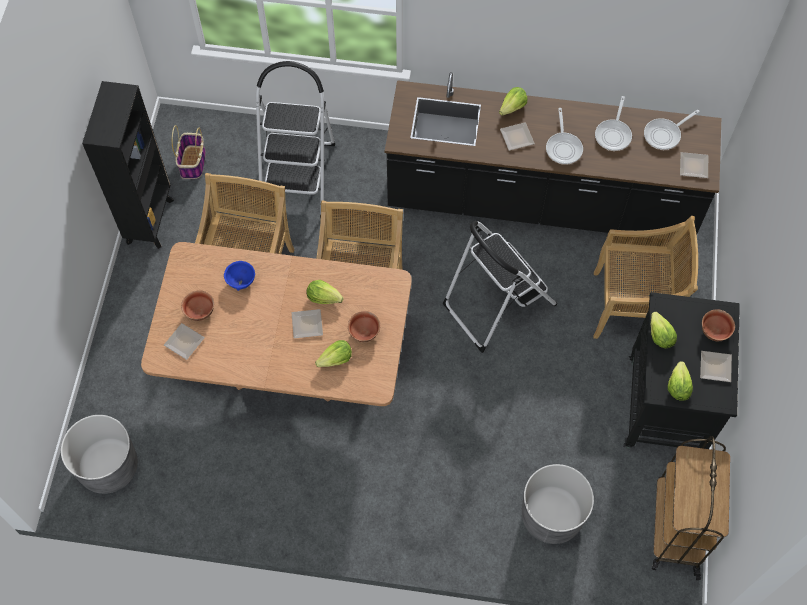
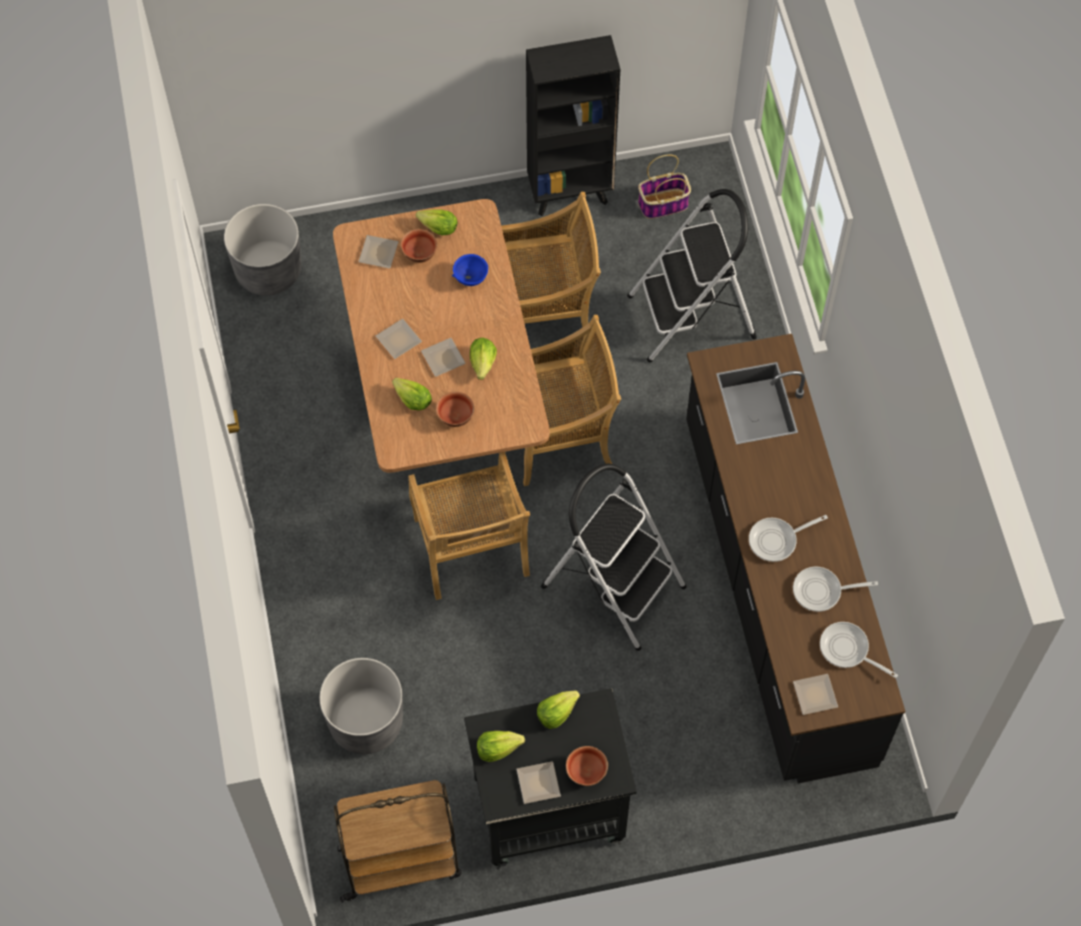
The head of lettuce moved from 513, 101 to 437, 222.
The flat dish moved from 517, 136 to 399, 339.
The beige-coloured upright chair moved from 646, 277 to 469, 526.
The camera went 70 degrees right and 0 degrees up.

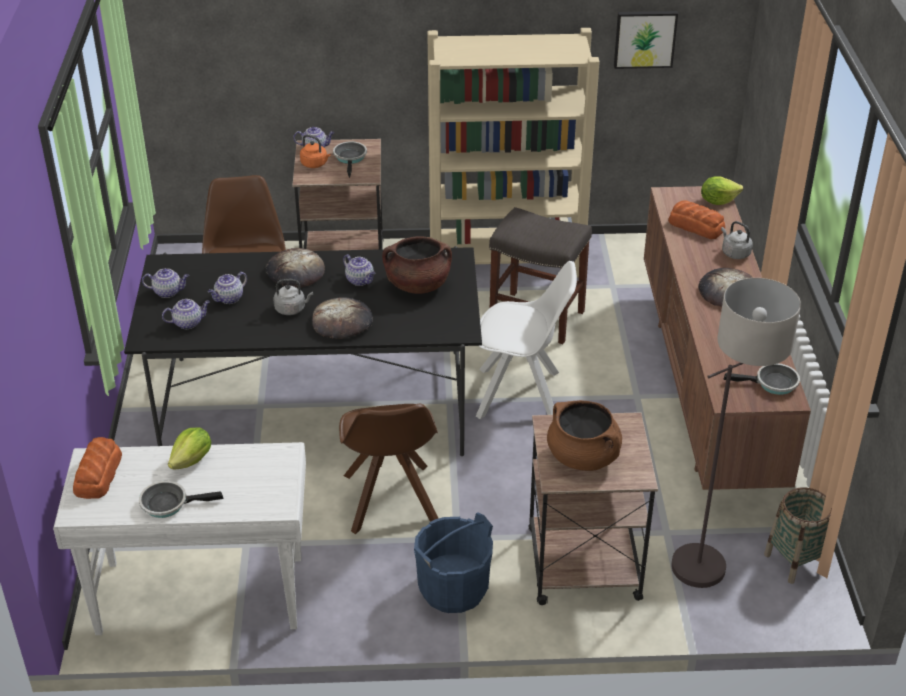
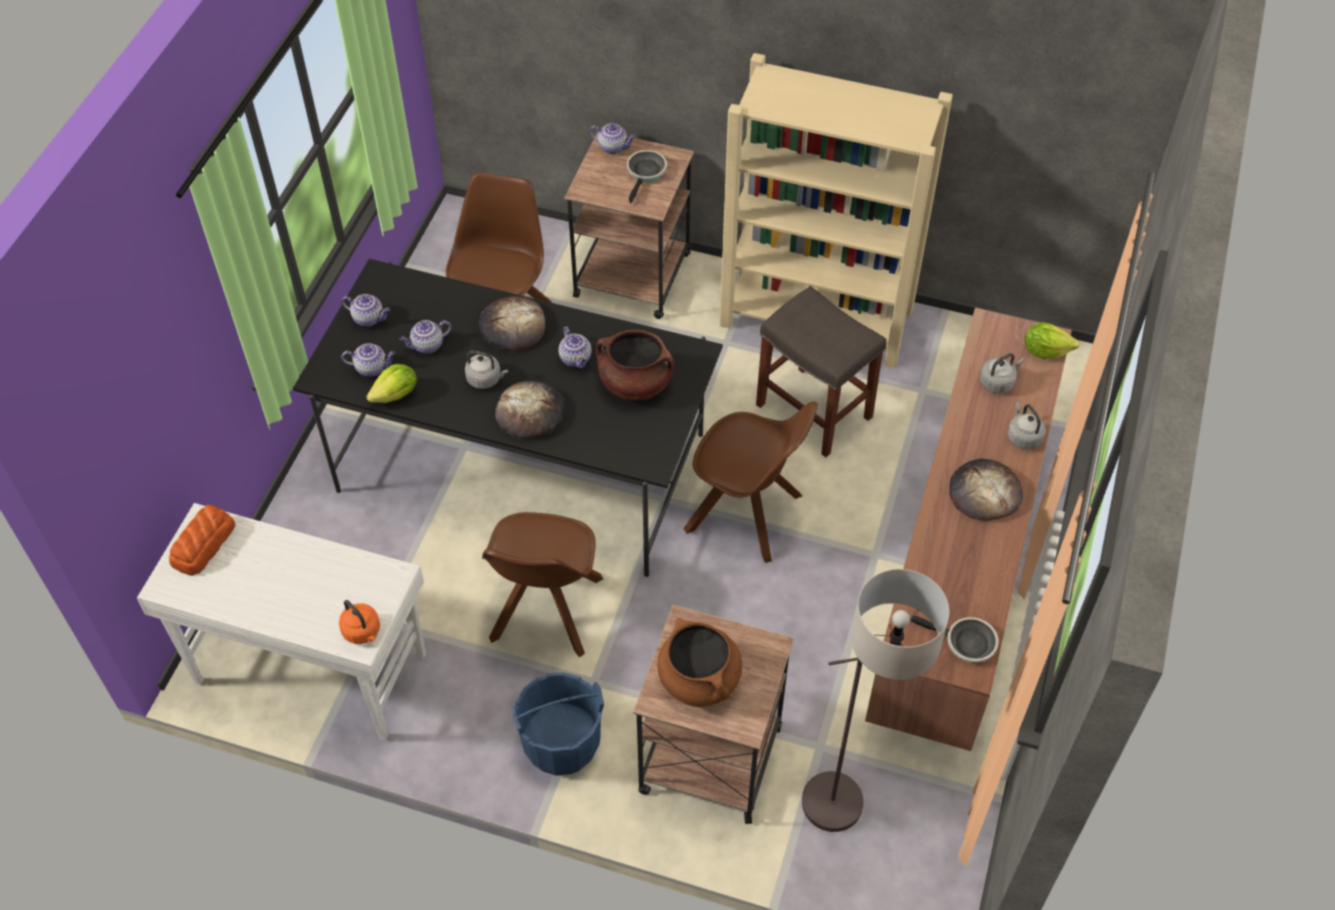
The pan at 181, 499 disappeared.
The head of lettuce moved from 189, 448 to 391, 383.
The orange kettle moved from 315, 151 to 359, 622.
The whitish upright chair at 526, 340 became the brown-coloured upright chair at 750, 482.
The picture at 646, 40 disappeared.
The bread at 696, 219 was replaced by the grey kettle at 1002, 373.
The household basket at 798, 535 disappeared.
The camera went 20 degrees right and 15 degrees up.

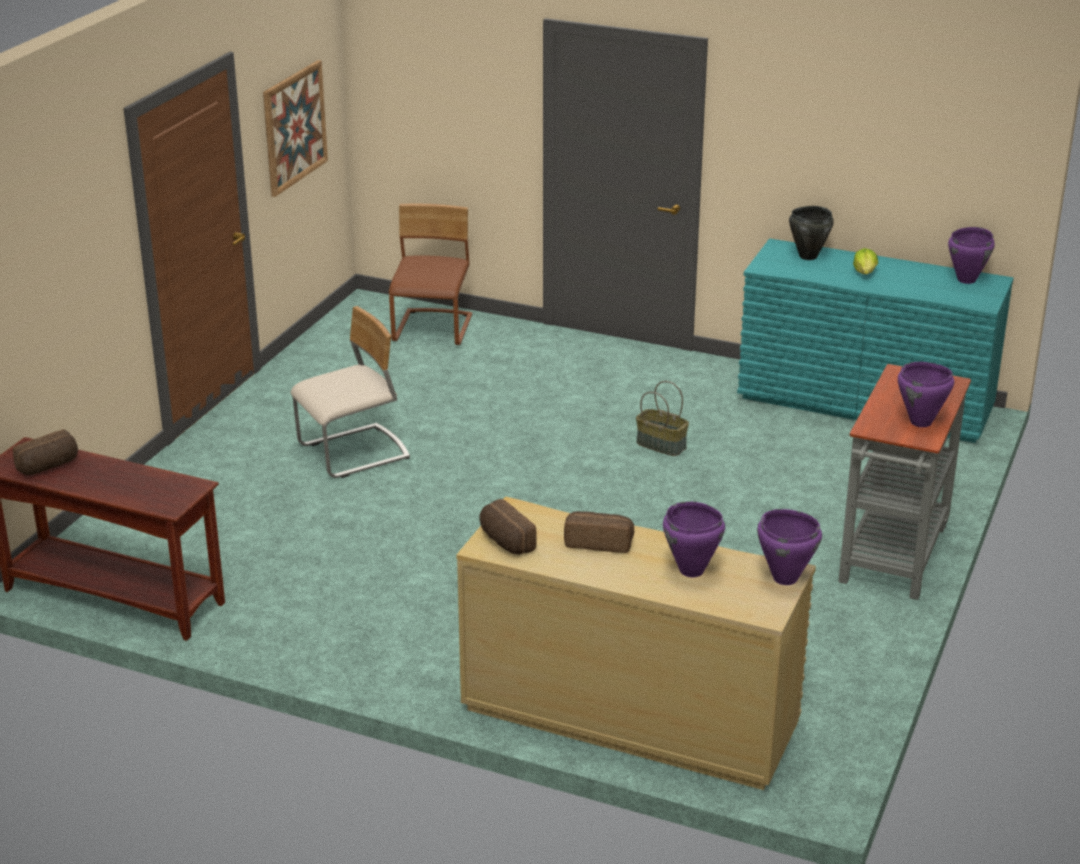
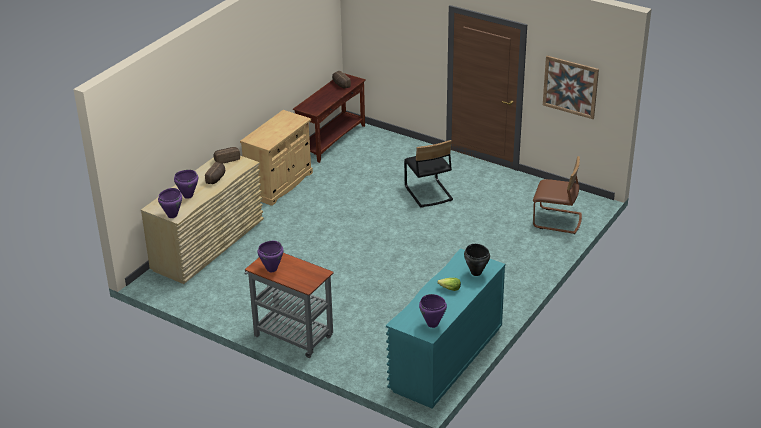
The beige-coloured upright chair at 350, 392 became the blackish upright chair at 428, 174.
The household basket at 662, 418 disappeared.
The beige-coloured cupboard at 276, 158 appeared.
The camera went 100 degrees right and 5 degrees up.

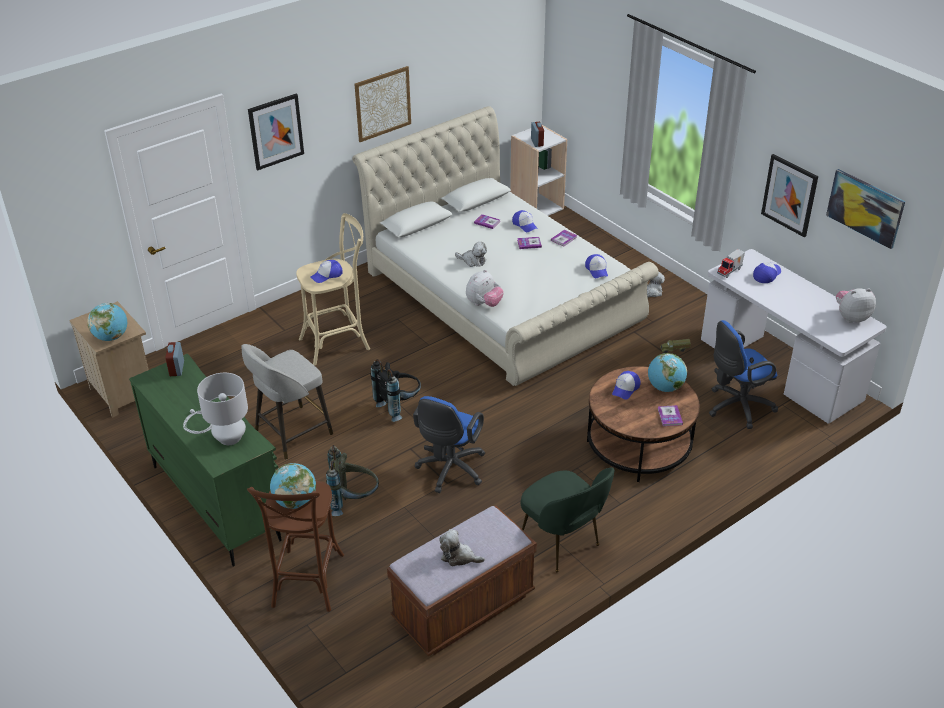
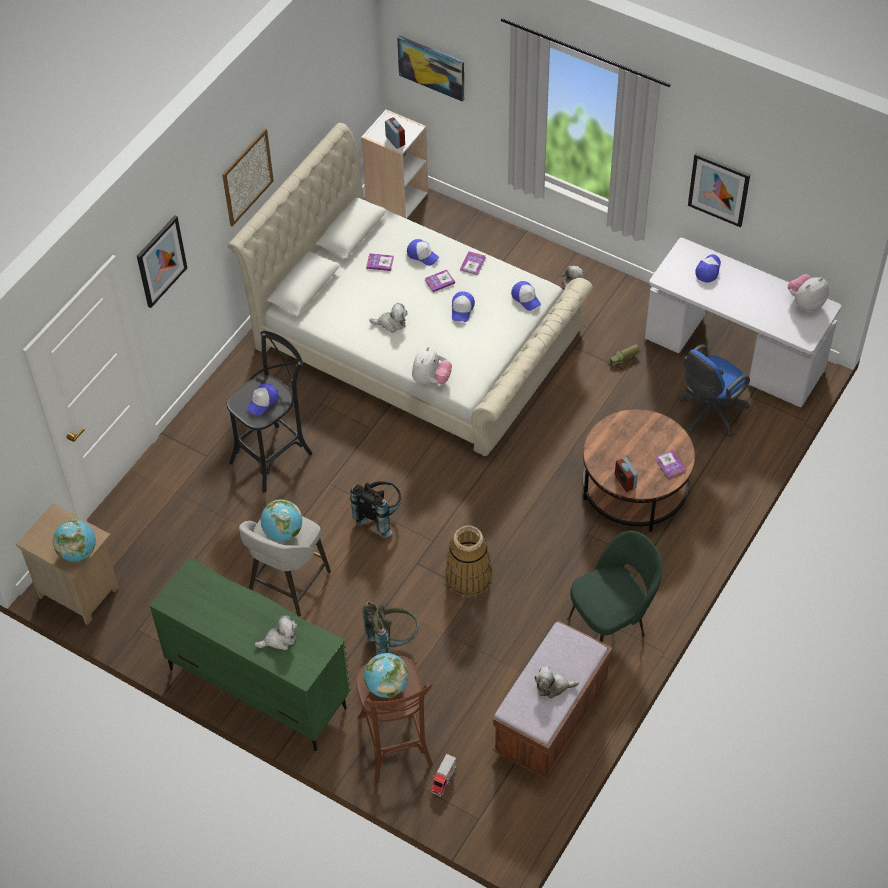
The bedside clock moved from 174, 359 to 626, 474.
The whitish lamp for a table at 215, 409 was replaced by the cuddly toy at 275, 633.
The beige-coloured stool seat at 333, 289 became the blackish stool seat at 270, 412.
The blue office chair at 449, 444 was replaced by the household basket at 468, 561.
The greenish upright chair at 567, 519 turned 60 degrees counterclockwise.
The baseball cap moved from 626, 385 to 463, 306.
The globe moved from 667, 372 to 281, 520.
The toy lorry moved from 731, 263 to 443, 775.
The picture moved from 865, 209 to 430, 69.
The camera went 20 degrees left and 15 degrees up.

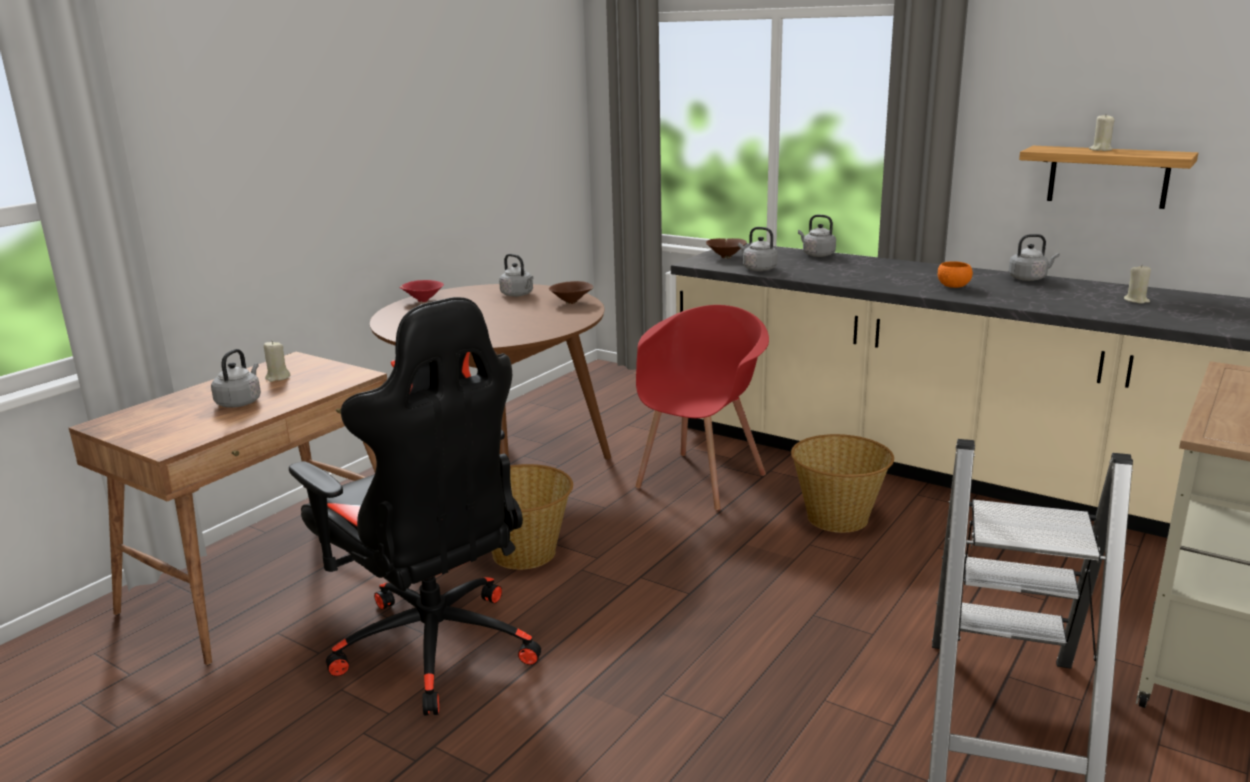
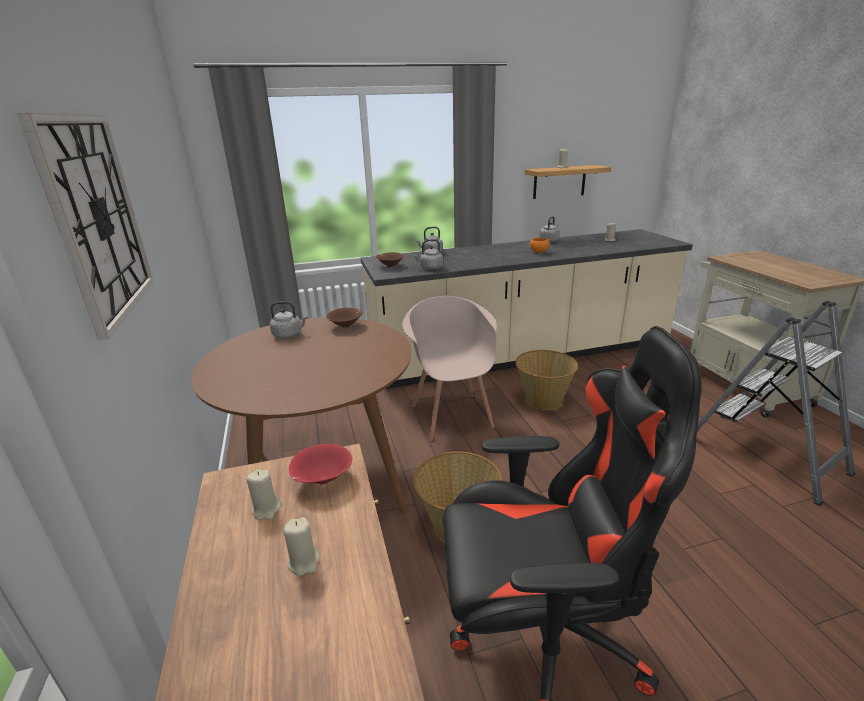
The grey kettle at 236, 378 was replaced by the beige-coloured wax light at 301, 546.
The reddish serving bowl moved from 421, 291 to 320, 464.
The reddish upright chair at 702, 407 became the beige-coloured upright chair at 449, 368.
The wall clock at 85, 226 appeared.
The camera went 50 degrees left and 5 degrees up.

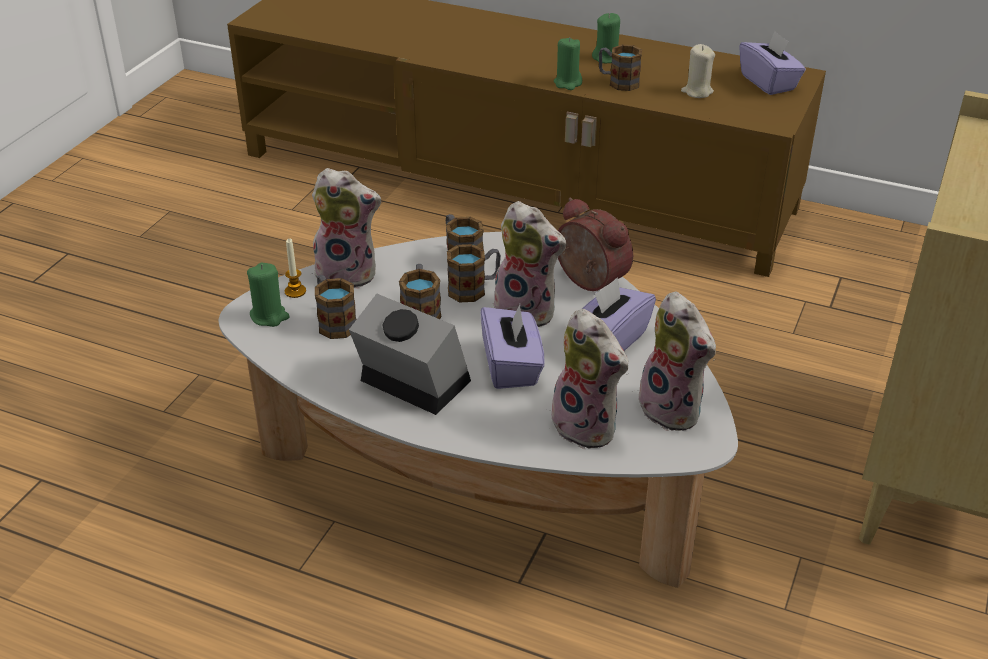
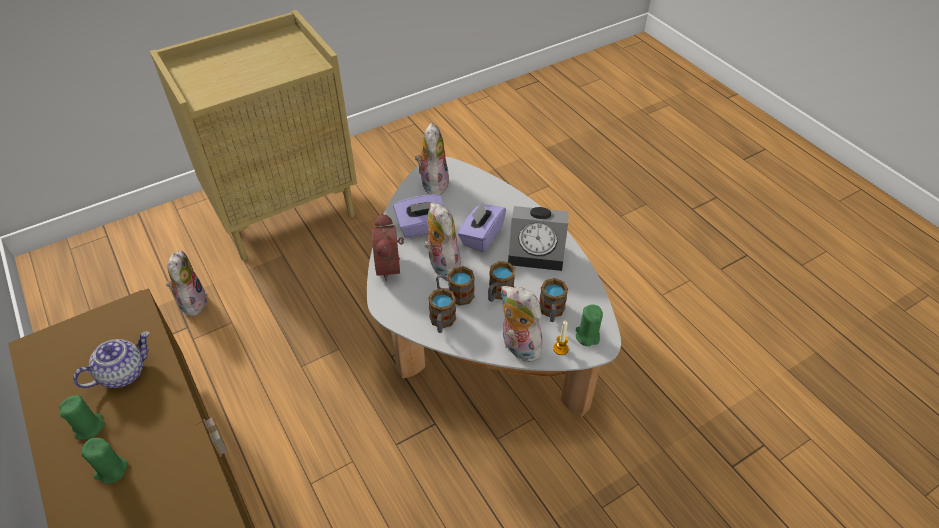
The bedside clock at 410, 354 turned 60 degrees counterclockwise.
The cuddly toy moved from 590, 379 to 187, 283.
The greenish wax light moved from 568, 63 to 82, 417.
The coffee mug at 620, 67 disappeared.
The beige-coloured wax light at 698, 71 was replaced by the pot for tea at 111, 359.
The purplish tissue box at 772, 63 disappeared.
The camera went 145 degrees left and 10 degrees up.

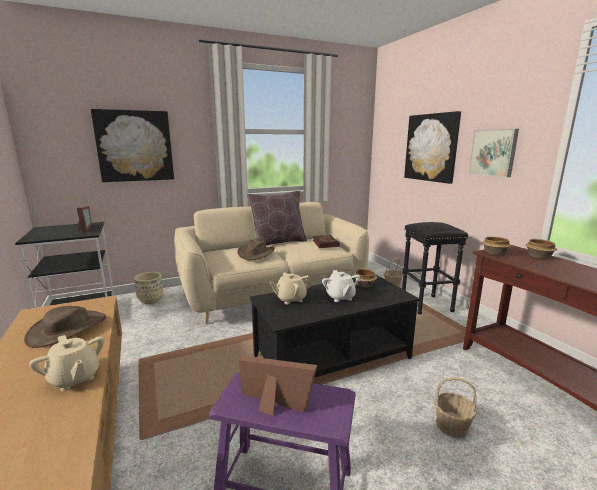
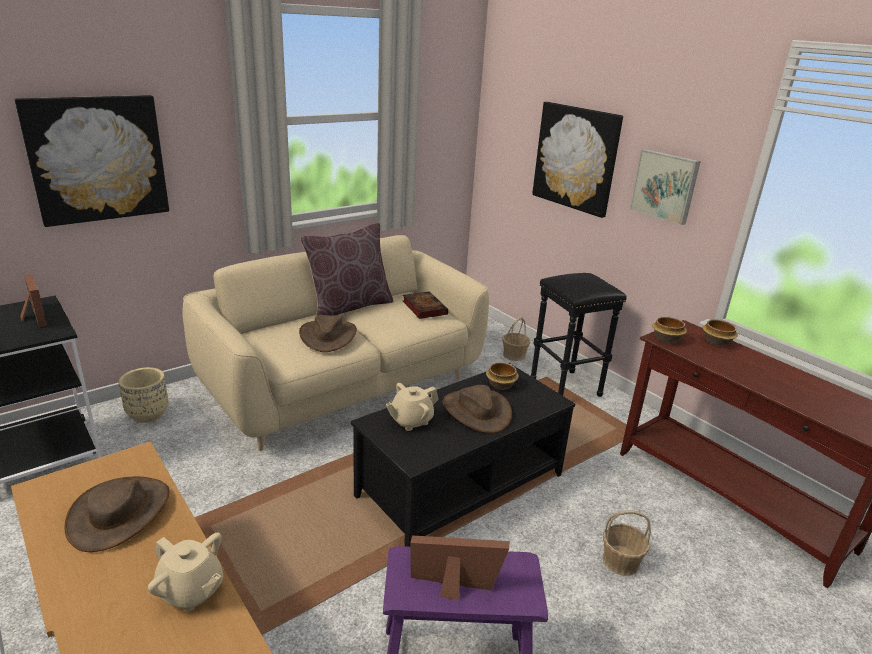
The whitish pot for tea at 341, 286 was replaced by the brown-coloured wearable hat at 477, 409.
The camera went 15 degrees left and 10 degrees up.

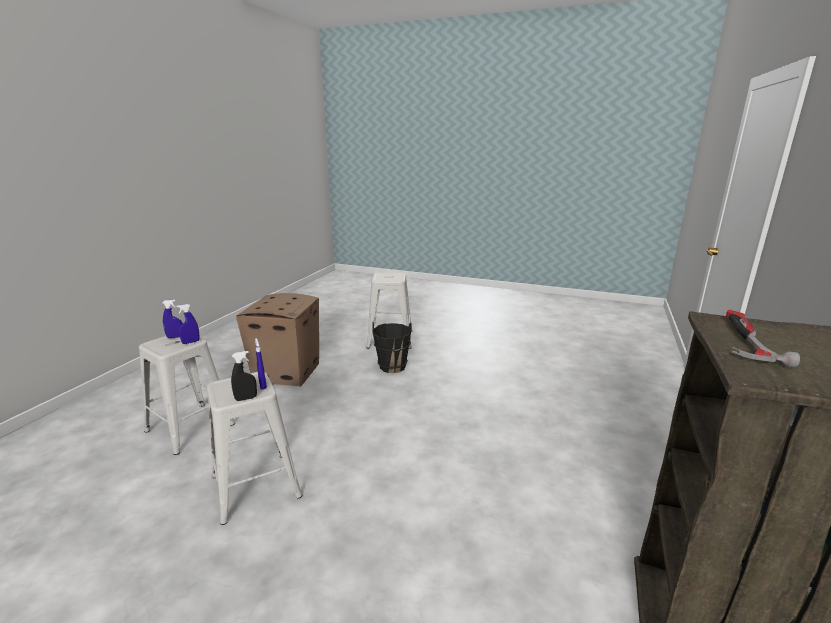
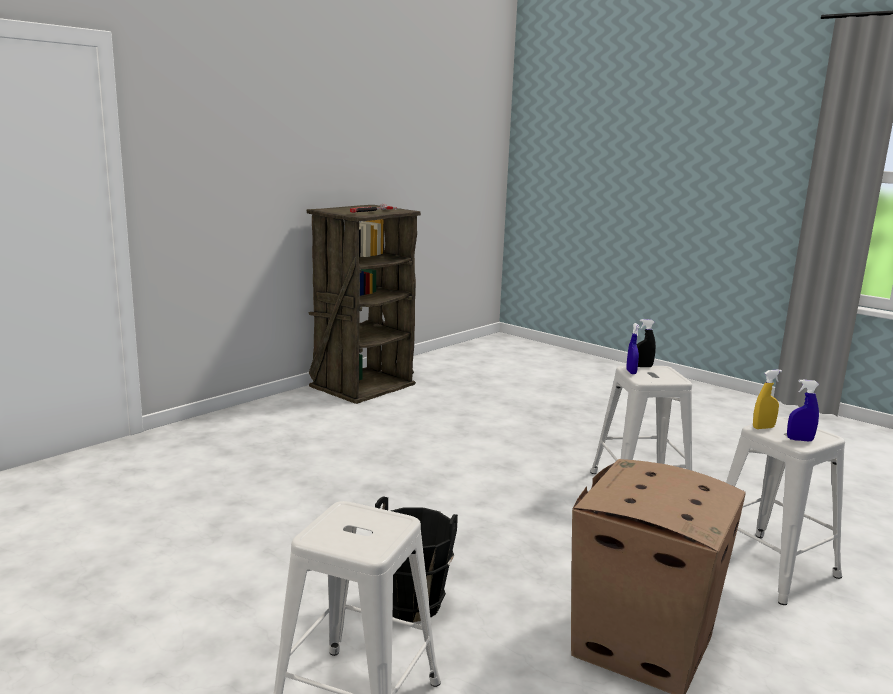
The blue spray bottle at 188, 324 became the yellowish spray bottle at 767, 399.
The camera went 160 degrees left and 5 degrees down.

